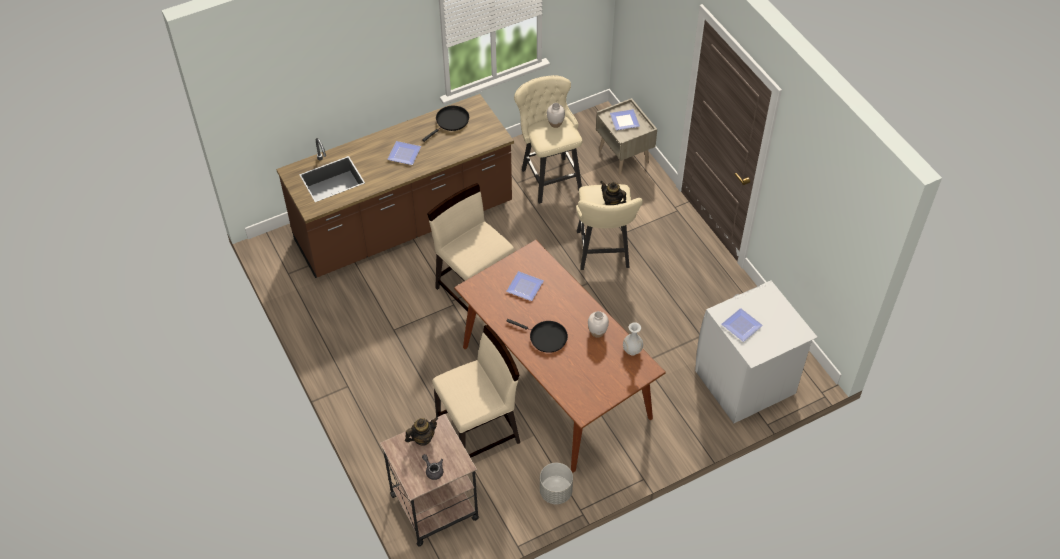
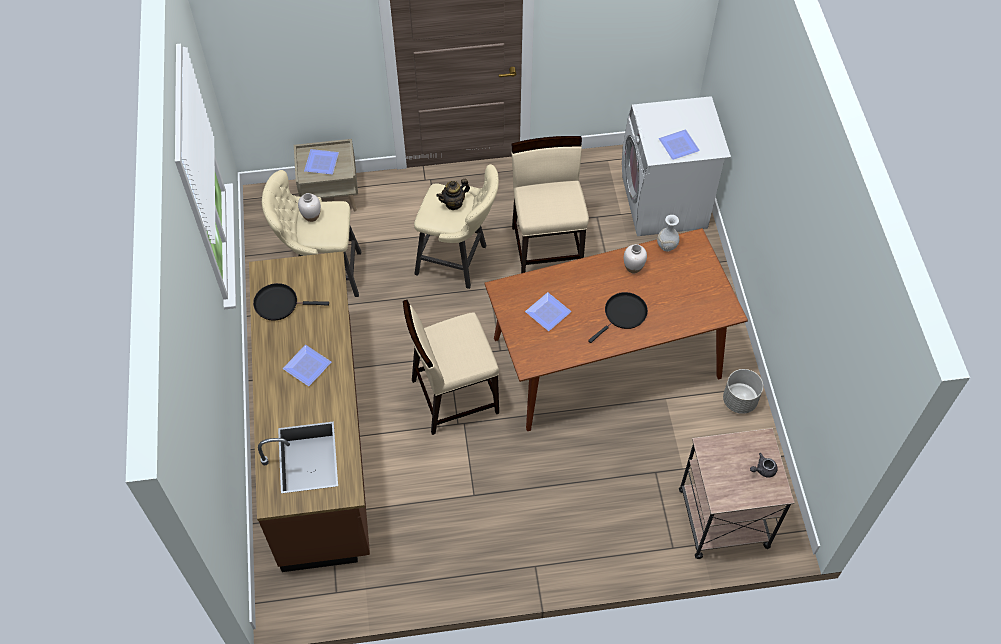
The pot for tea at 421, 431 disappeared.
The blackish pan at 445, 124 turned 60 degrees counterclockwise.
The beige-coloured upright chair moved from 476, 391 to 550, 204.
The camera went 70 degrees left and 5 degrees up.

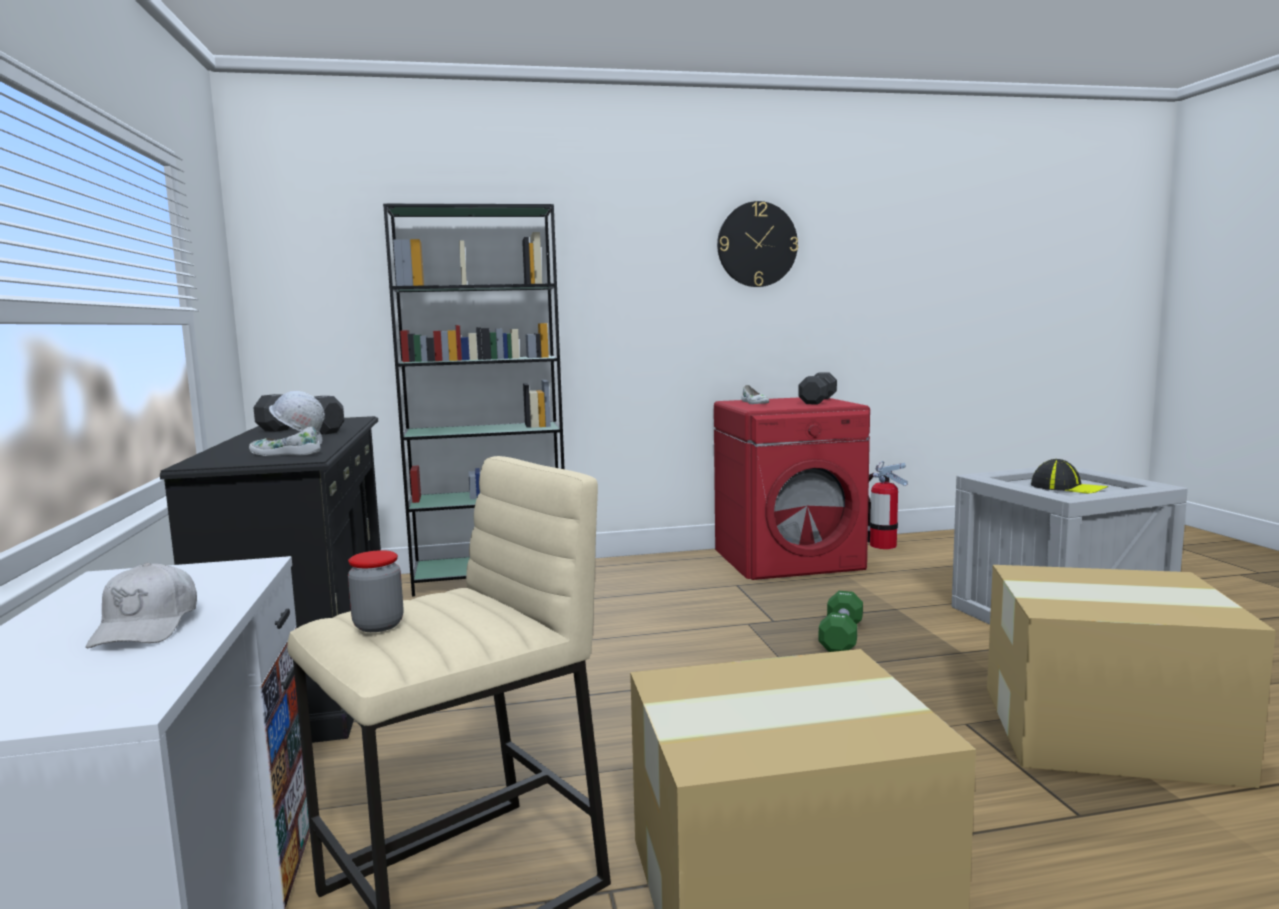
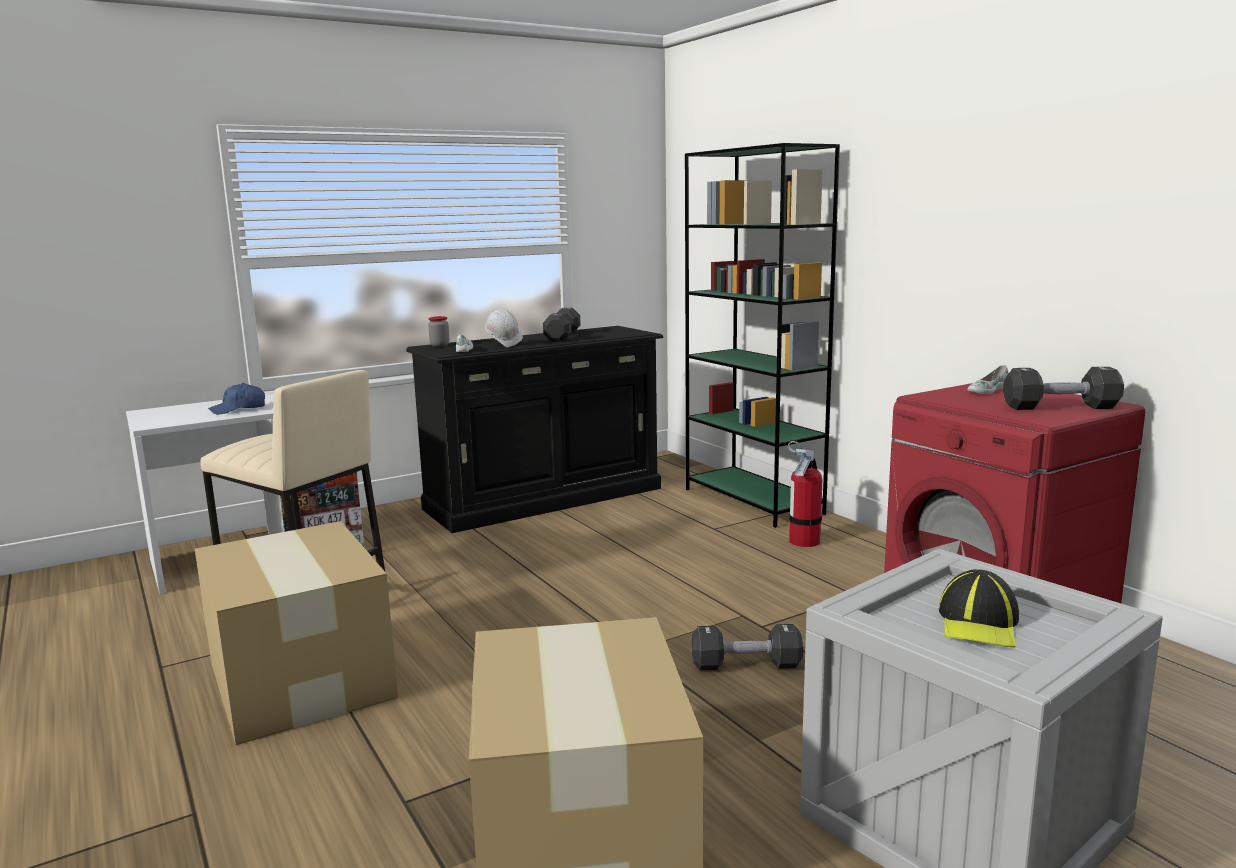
The whitish baseball cap at 141, 605 became the blue baseball cap at 236, 398.
The preserve jar moved from 376, 591 to 439, 331.
The wall clock at 757, 244 disappeared.
The greenish dumbbell at 841, 621 became the blackish dumbbell at 747, 647.
The fire-fighting cylinder moved from 888, 505 to 805, 494.
The camera went 70 degrees right and 5 degrees up.

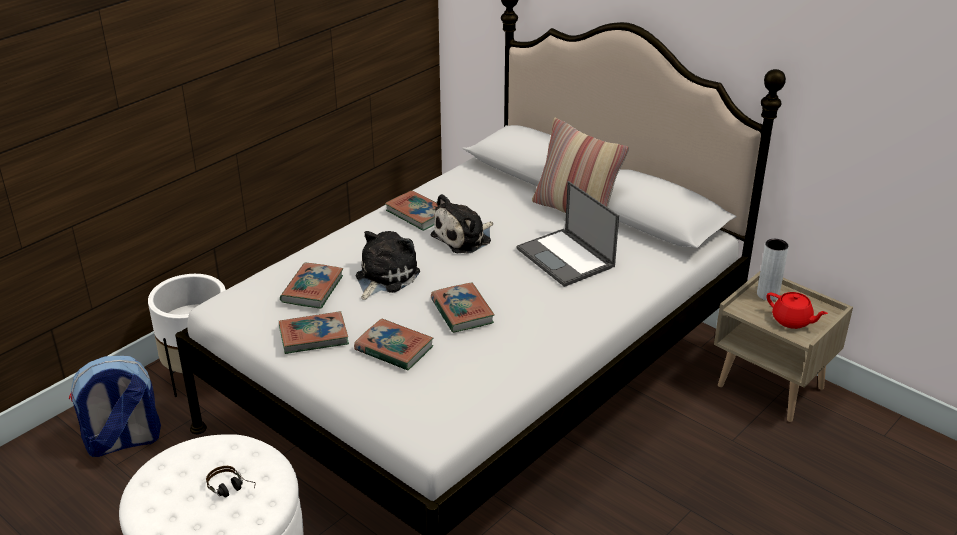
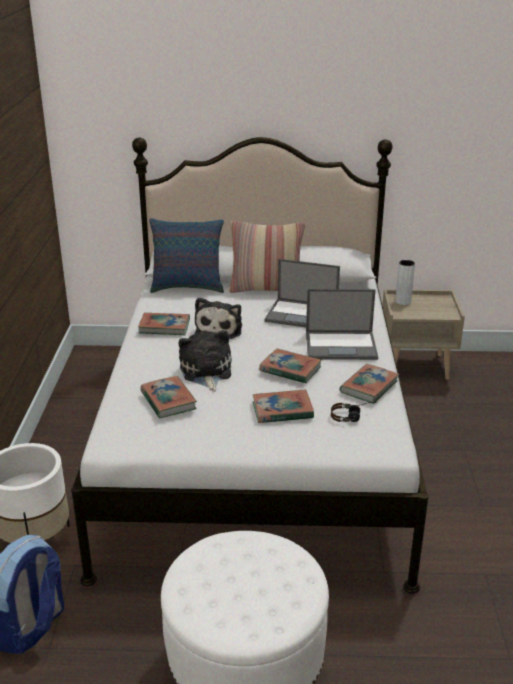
The headphones moved from 231, 481 to 353, 412.
The volume moved from 314, 332 to 369, 384.
The reddish pot for tea at 797, 310 disappeared.
The blue cushion at 186, 255 appeared.
The laptop at 342, 324 appeared.
The camera went 40 degrees left and 5 degrees down.

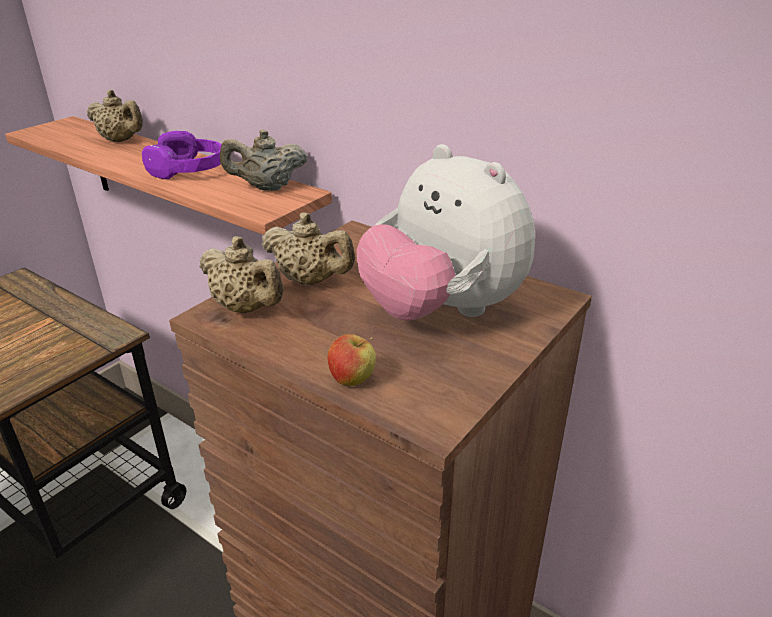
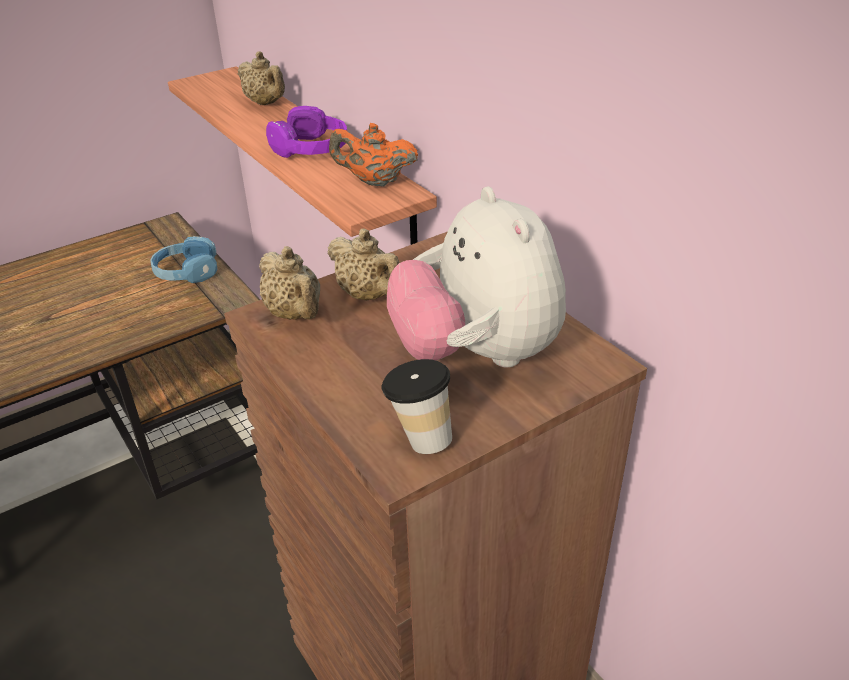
The beige-coloured pot for tea at 264, 160 became the orange pot for tea at 373, 155.
The apple at 352, 360 disappeared.
The blue headphones at 183, 259 appeared.
The cup at 417, 406 appeared.
The camera went 20 degrees right and 5 degrees up.

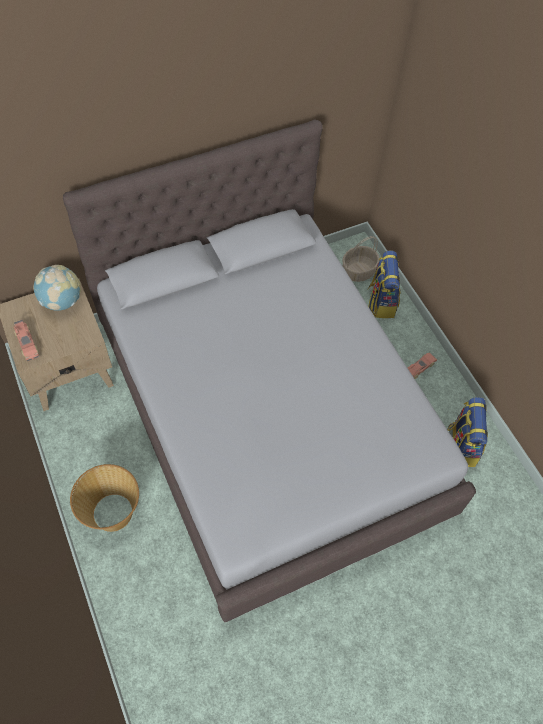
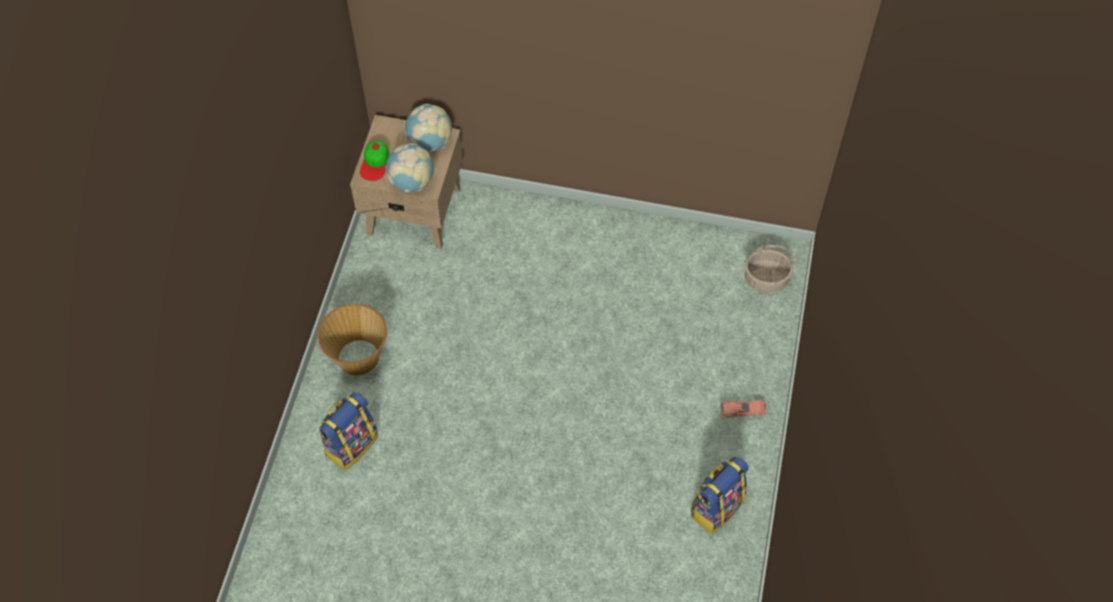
The miniature car at 26, 340 was replaced by the baseball cap at 374, 160.
The grey bed at 269, 370 disappeared.
The knapsack moved from 384, 284 to 348, 431.
The globe at 409, 167 appeared.
The camera went 40 degrees right and 0 degrees up.

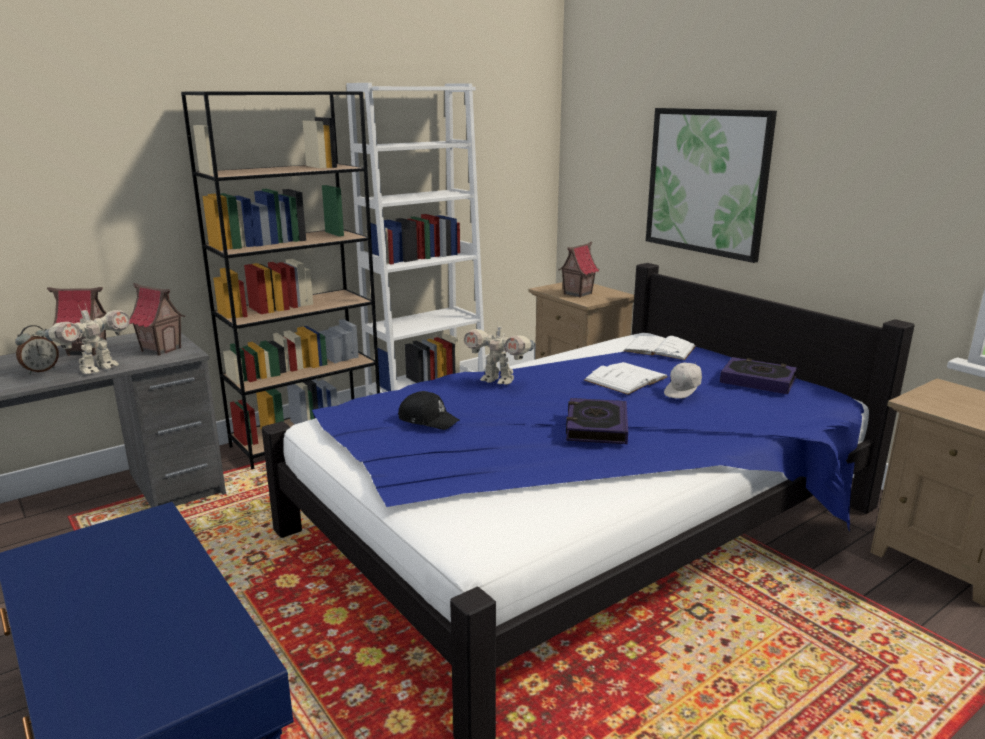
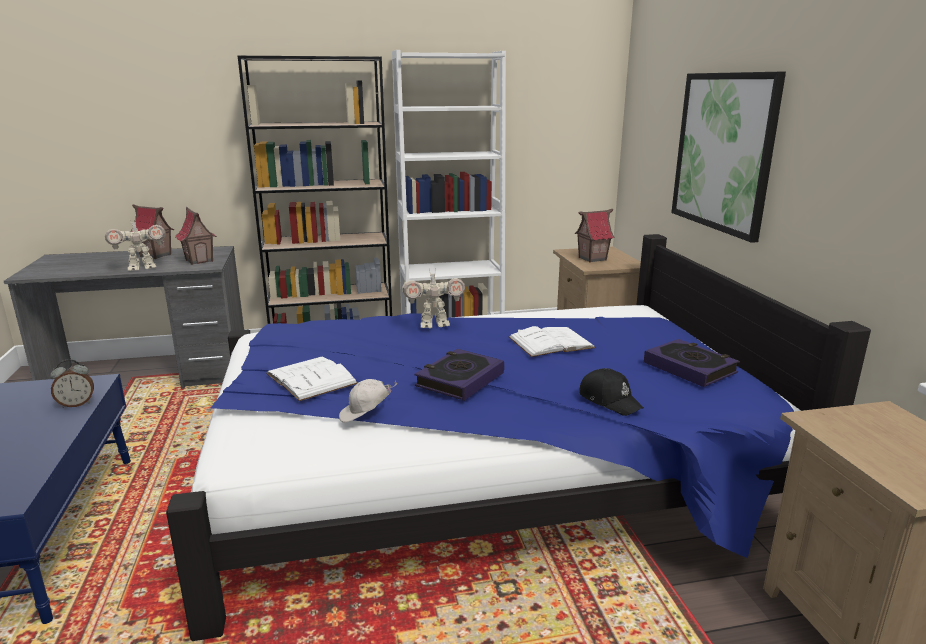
The bedside clock moved from 37, 349 to 72, 383.
The blackish baseball cap moved from 428, 410 to 611, 392.
The robot figure at 499, 354 turned 60 degrees counterclockwise.
The whitish volume moved from 659, 348 to 312, 379.
The whitish baseball cap moved from 683, 380 to 368, 401.
The camera went 25 degrees right and 0 degrees up.

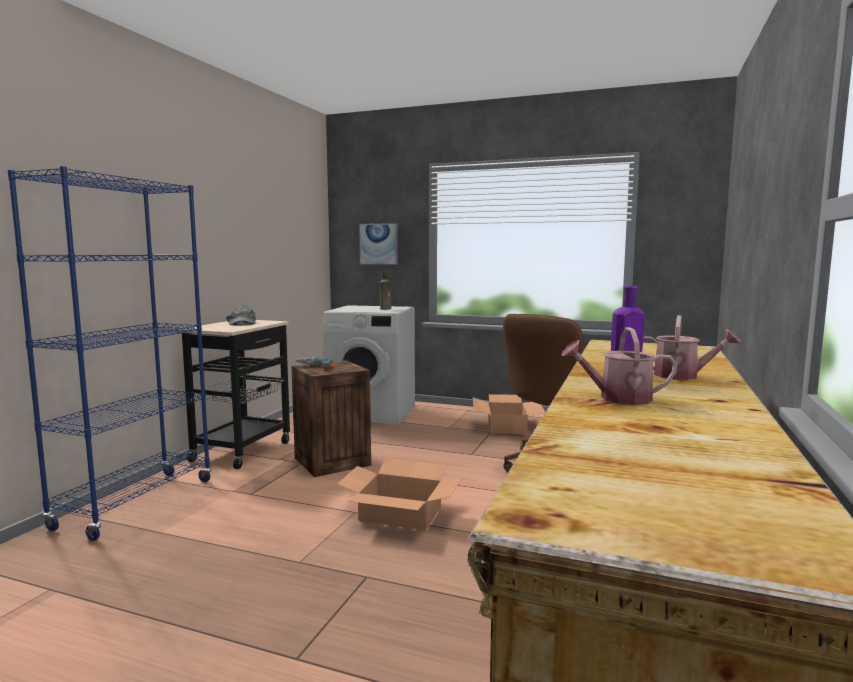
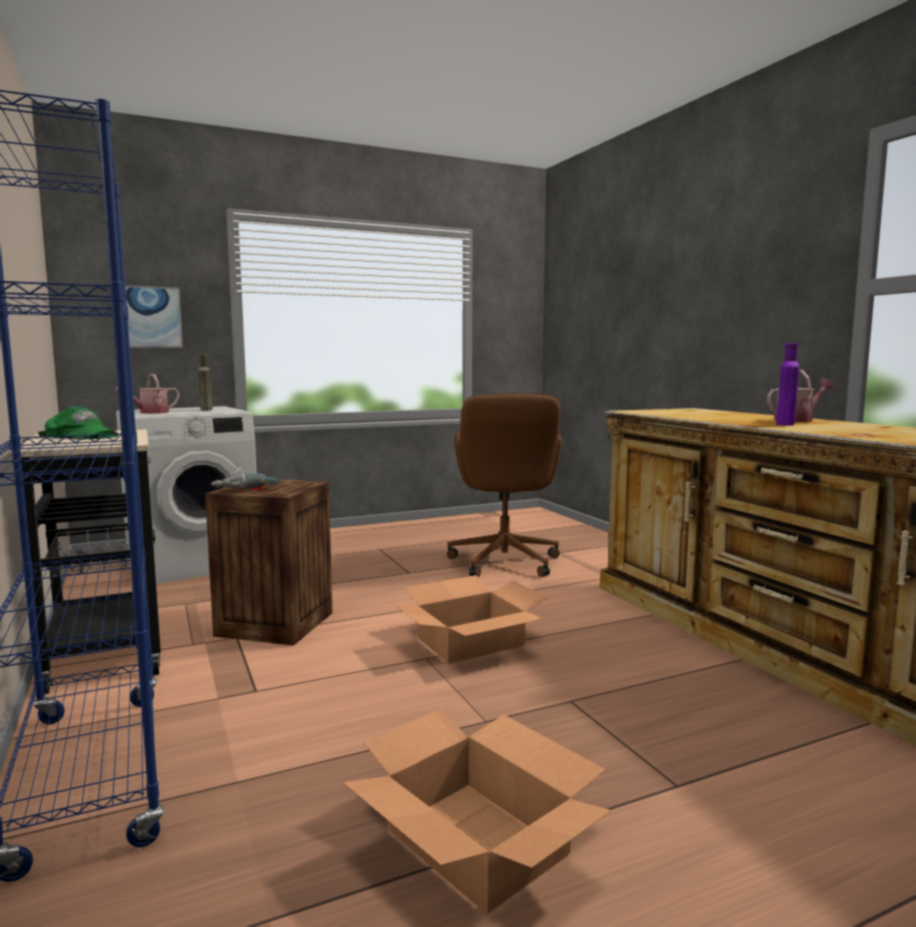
The grey baseball cap at 241, 315 became the greenish baseball cap at 78, 423.
The cardboard box moved from 509, 414 to 477, 811.
The watering can moved from 619, 366 to 147, 394.
The camera went 45 degrees left and 0 degrees up.

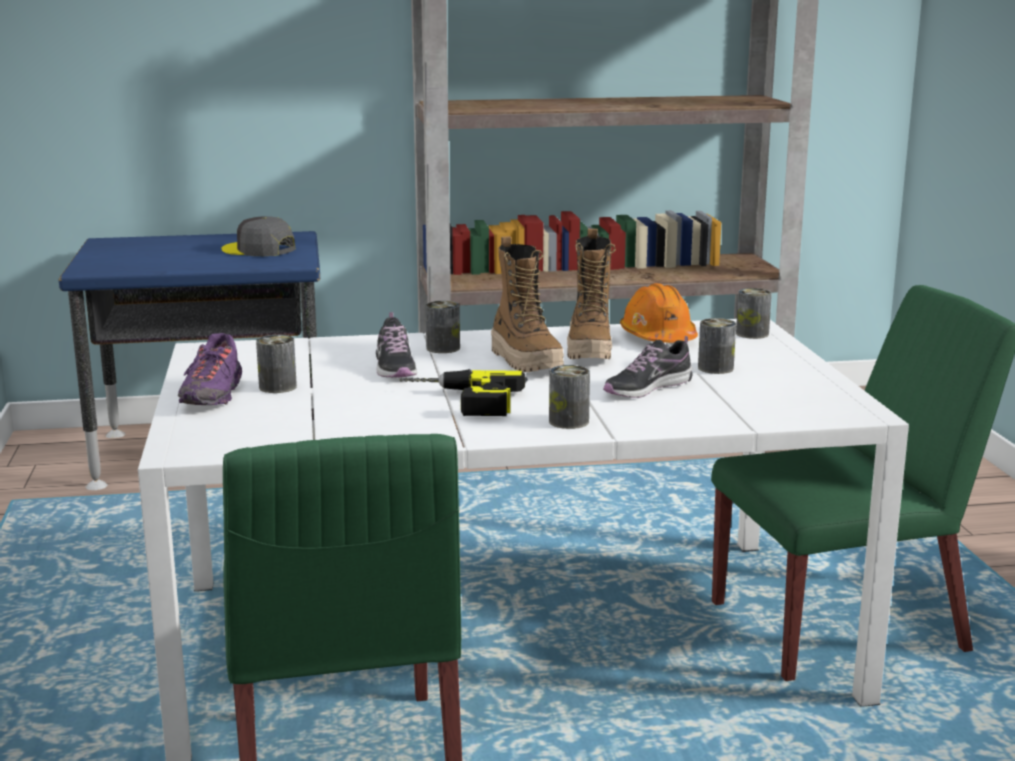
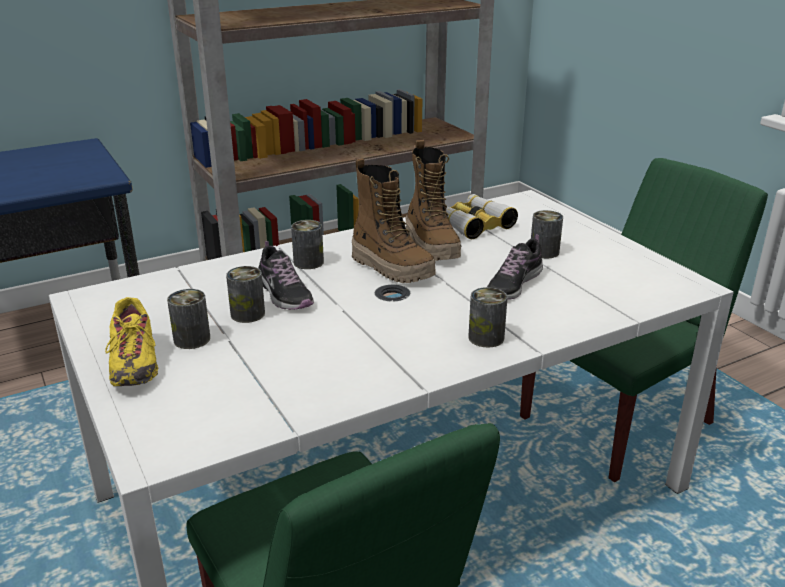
The purplish low shoe at 210, 369 became the yellowish low shoe at 132, 341.
The grey baseball cap at 258, 236 disappeared.
The electric drill at 462, 392 disappeared.
The orange work helmet at 659, 313 was replaced by the field glasses at 482, 216.
The sealed can moved from 754, 313 to 245, 294.
The camera went 20 degrees left and 10 degrees up.

